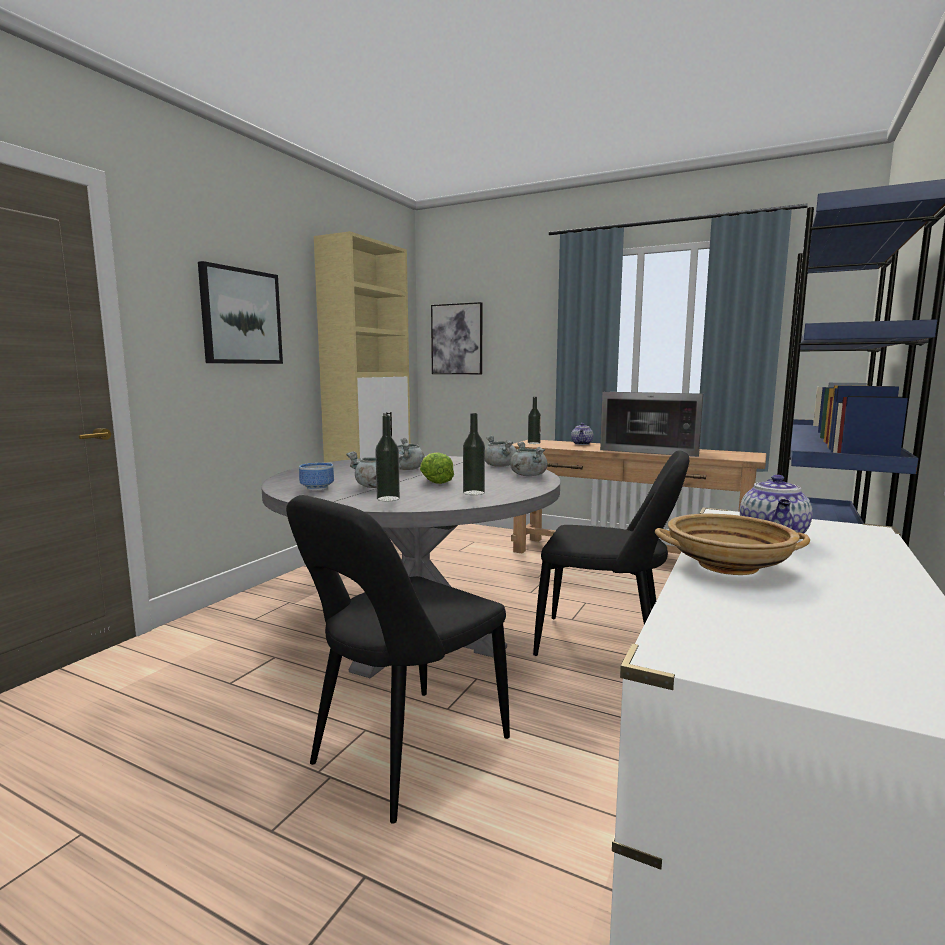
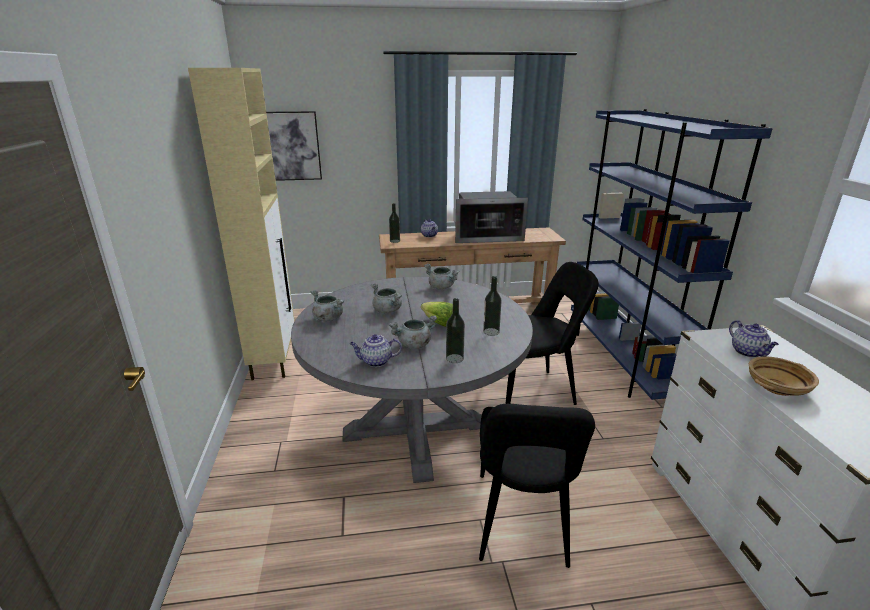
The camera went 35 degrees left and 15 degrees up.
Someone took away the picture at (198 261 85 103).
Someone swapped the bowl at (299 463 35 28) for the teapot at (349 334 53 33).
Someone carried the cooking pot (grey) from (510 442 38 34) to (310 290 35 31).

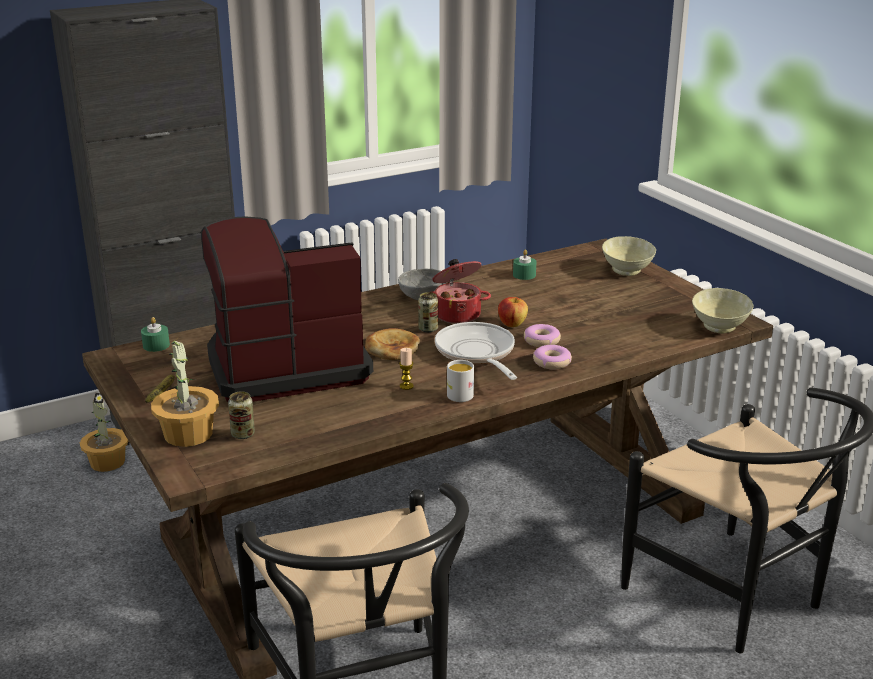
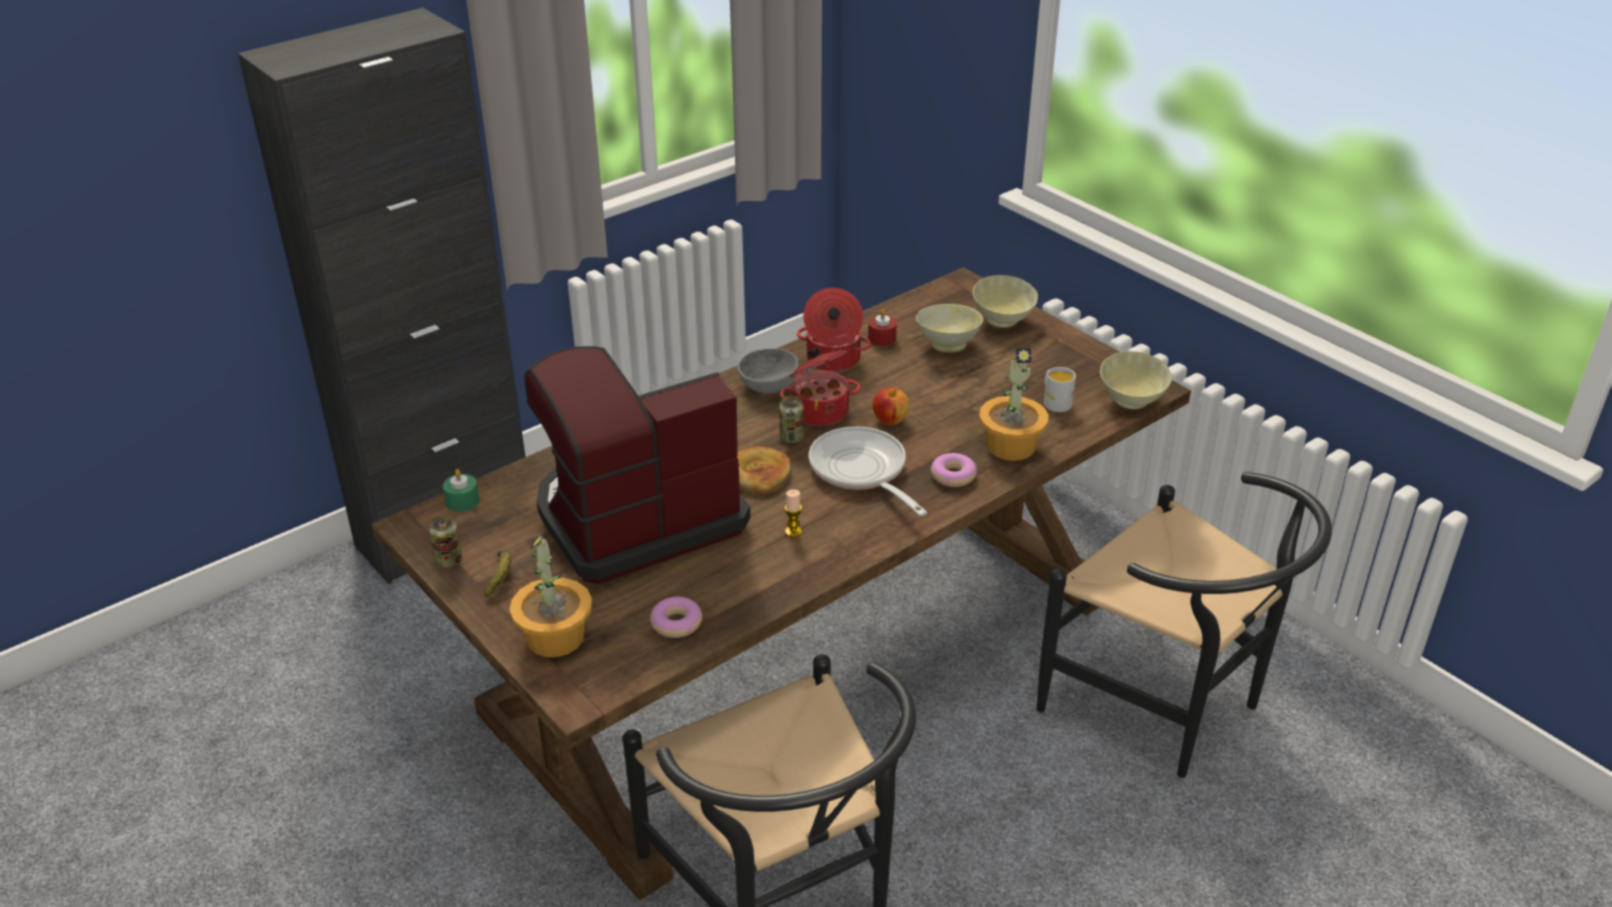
The camera went 10 degrees left and 10 degrees up.
Someone carried the potted plant from (80 393 49 79) to (979 348 70 113).
Someone carried the can from (228 391 27 48) to (429 515 33 53).
Someone carried the mug (white) from (447 360 27 42) to (1044 367 32 45).
Someone repainted the candle (green) at (513 250 23 30), which became the candle (red) at (868 309 29 37).
Someone carried the donut from (524 324 37 23) to (650 597 52 41).
Someone put down the cooking pot at (797 288 74 84).
Someone put down the bowl (beige) at (916 304 67 49).

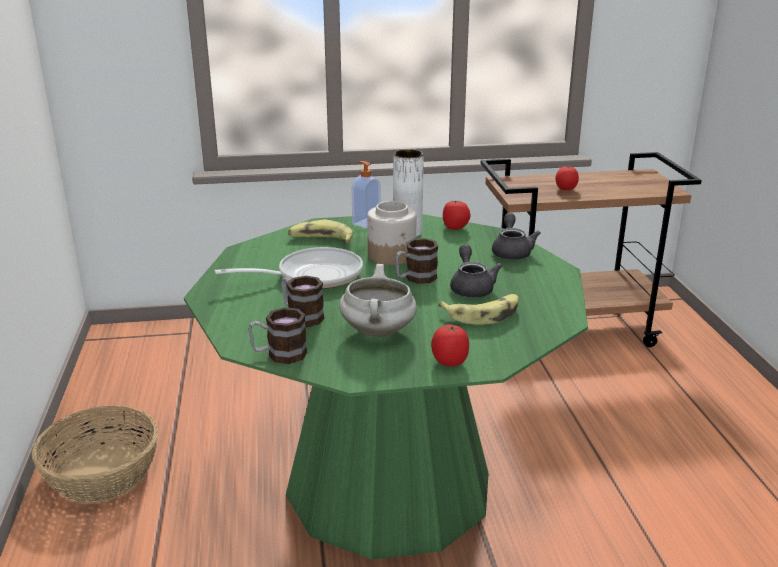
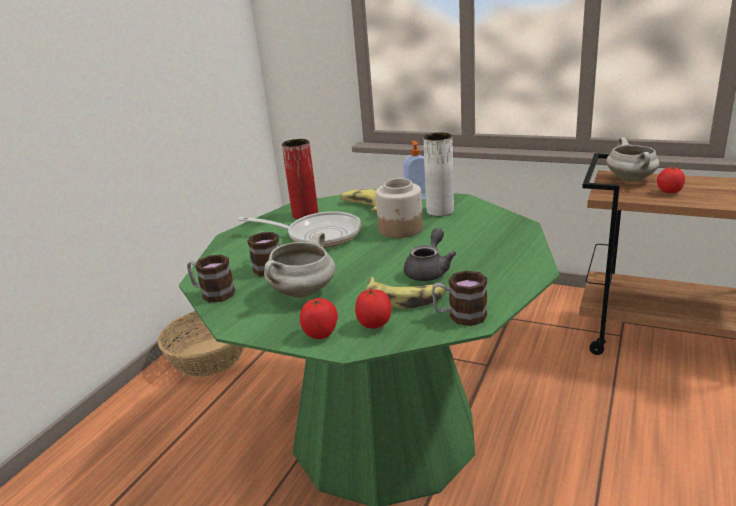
The camera went 35 degrees right and 0 degrees up.
Someone carried the mug from (395 238 43 46) to (432 271 55 55).
Someone carried the tomato from (443 201 28 29) to (355 288 36 41).
Someone took away the teapot (grey) at (492 213 49 47).
Someone put down the vase (red) at (282 139 36 80).
Someone put down the cooking pot (white) at (606 138 53 44).

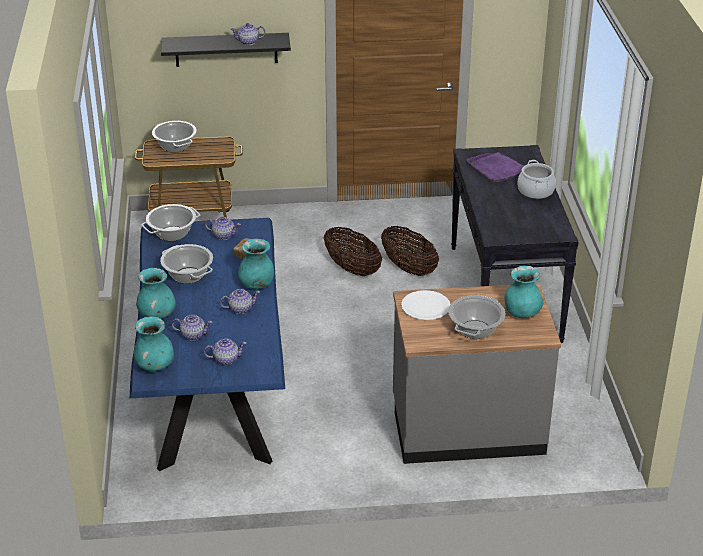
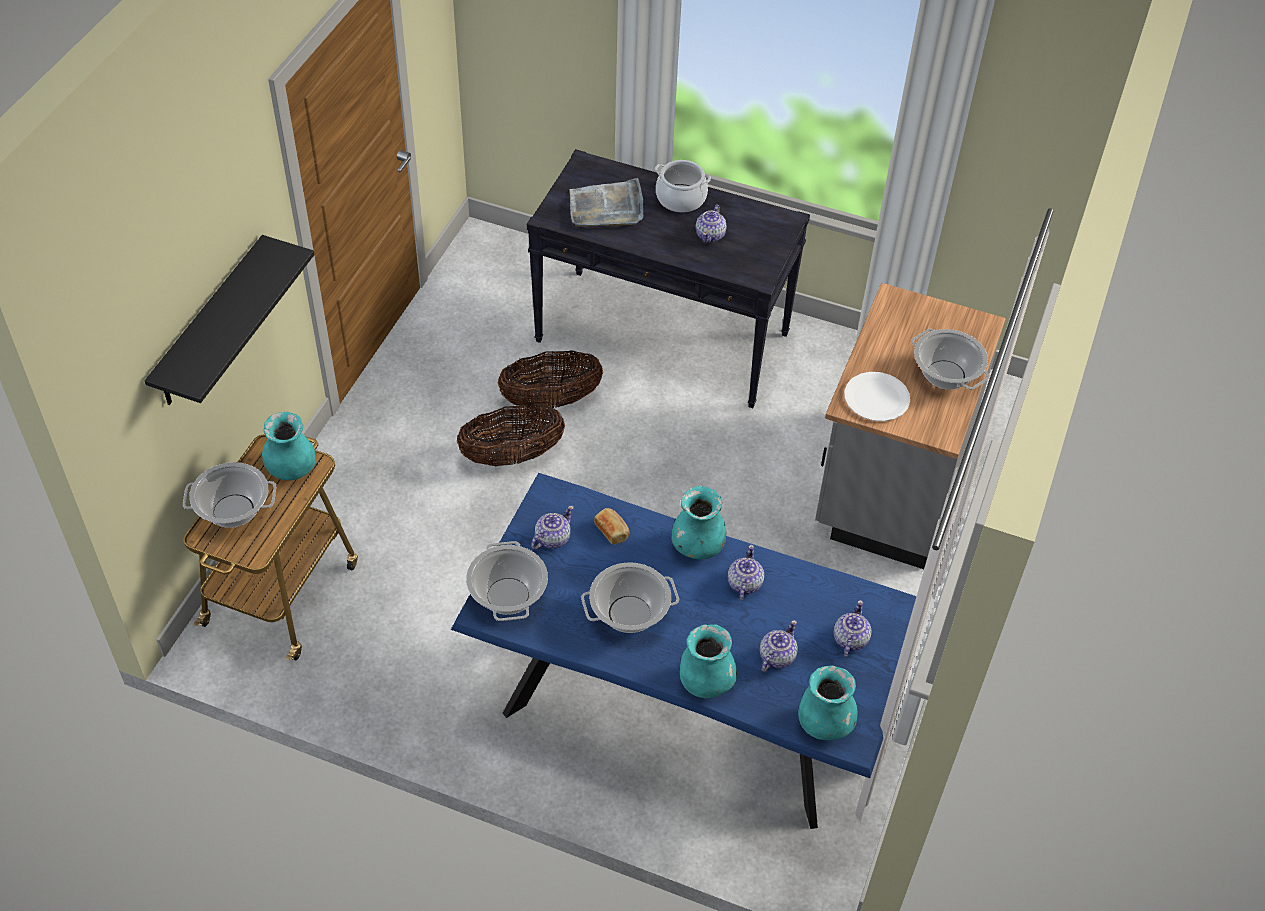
The camera went 65 degrees left and 15 degrees up.
Someone carried the teapot from (230 23 35 22) to (695 204 32 39).
Someone repainted the tray (purple) at (467 152 57 30), which became the tray (grey) at (570 178 73 49).
Someone carried the vase (turquoise) from (505 266 38 52) to (262 412 54 68).

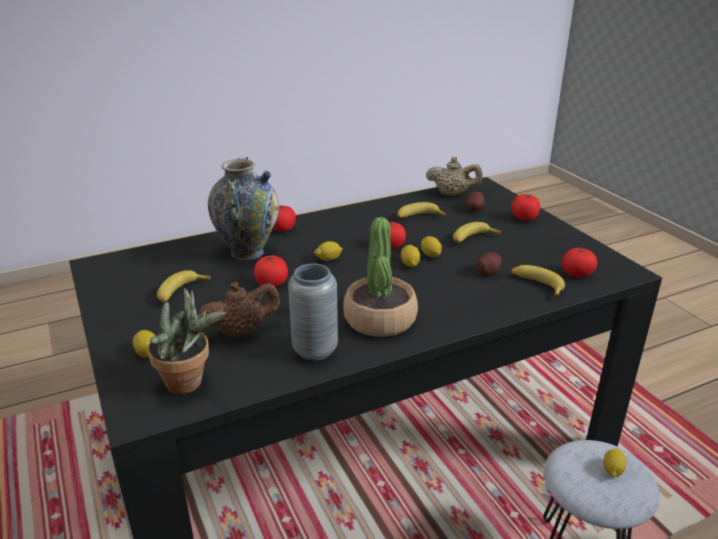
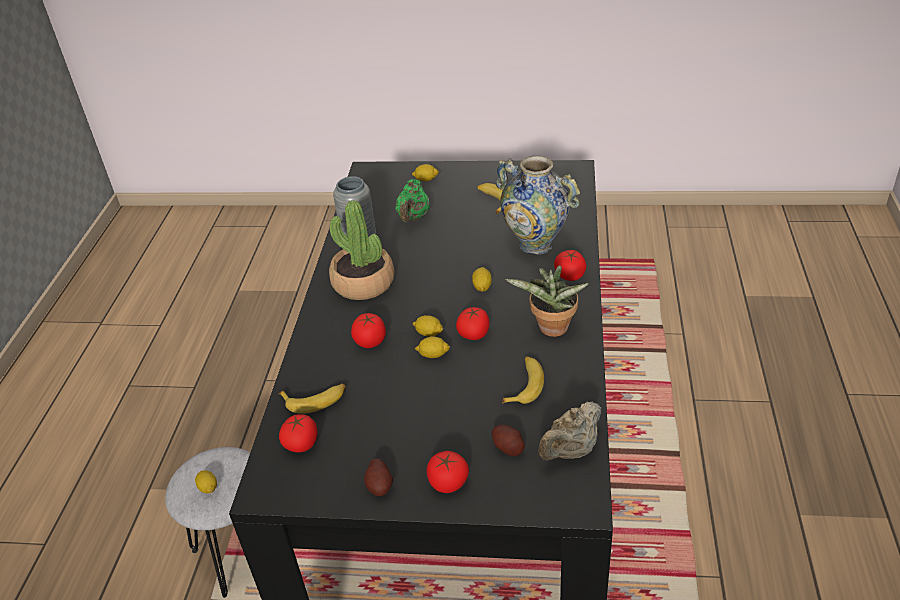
The camera went 125 degrees right and 10 degrees up.
Someone carried the potted plant from (148 287 78 107) to (505 265 83 72).
Someone repainted the teapot (brown) at (198 282 82 56), which became the teapot (green) at (395 179 35 43).
Someone carried the tomato from (254 255 34 32) to (351 313 35 35).
Someone took away the banana at (453 222 49 21).
Someone carried the potato from (477 252 25 24) to (364 459 29 37).

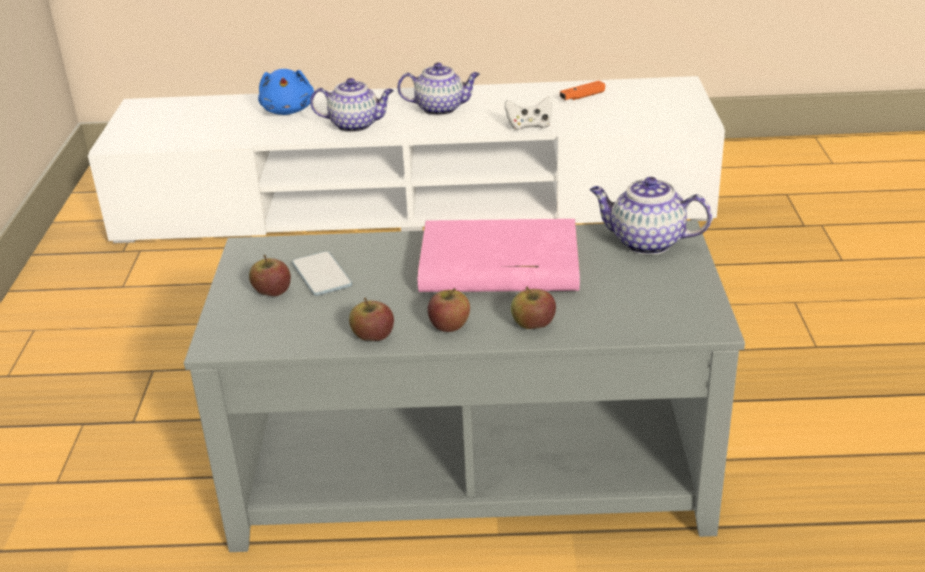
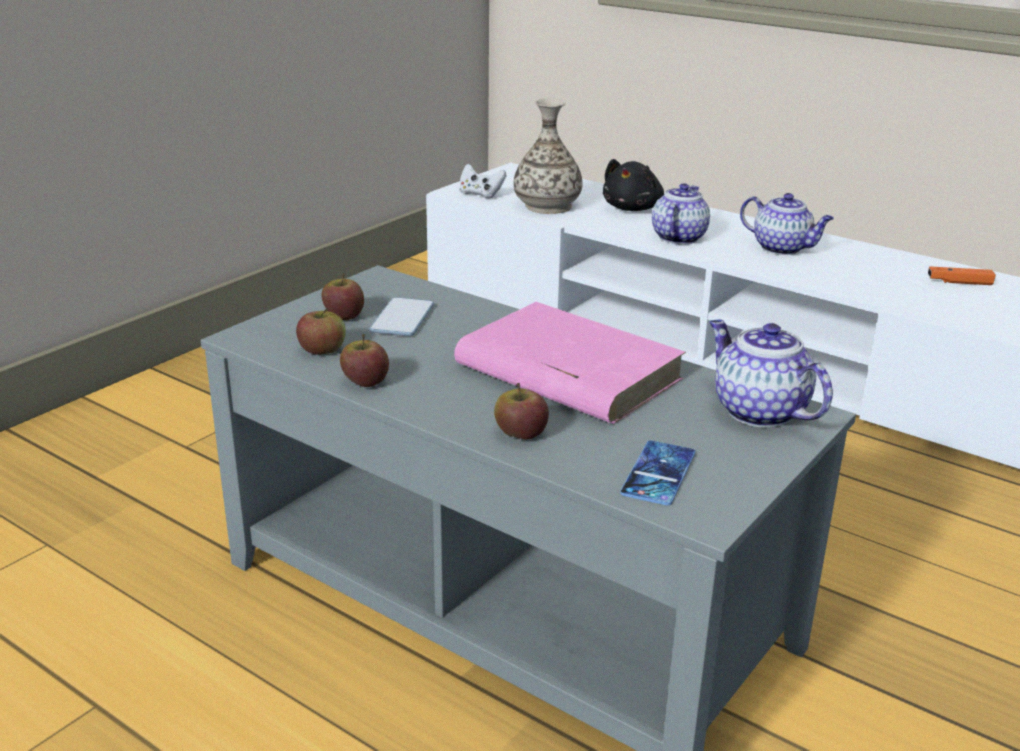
The camera went 35 degrees right and 5 degrees down.
Someone repainted the plush toy (blue) at (258 69 56 46), which became the plush toy (black) at (603 159 61 52).
Someone rotated the teapot at (310 78 84 54) by 105 degrees counterclockwise.
Someone carried the apple from (428 288 42 44) to (296 309 50 46).
Someone carried the game controller (white) from (505 96 47 34) to (459 164 47 35).
Someone put down the vase at (514 98 69 116).
Someone put down the phone at (620 440 75 65).

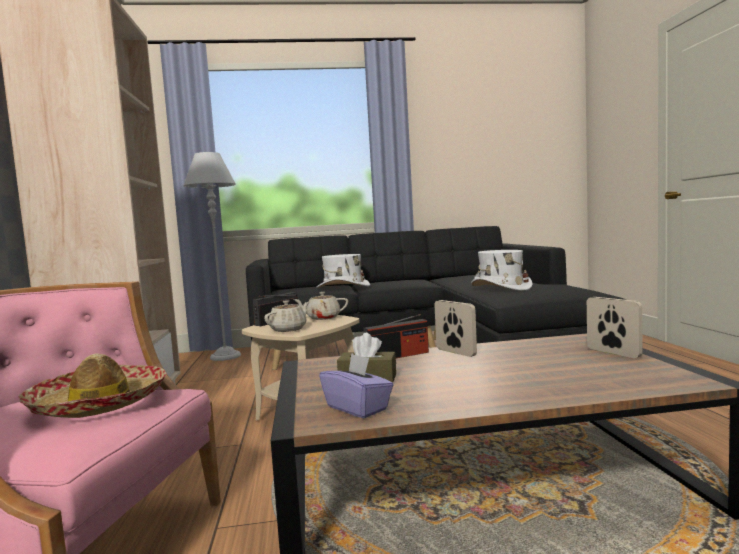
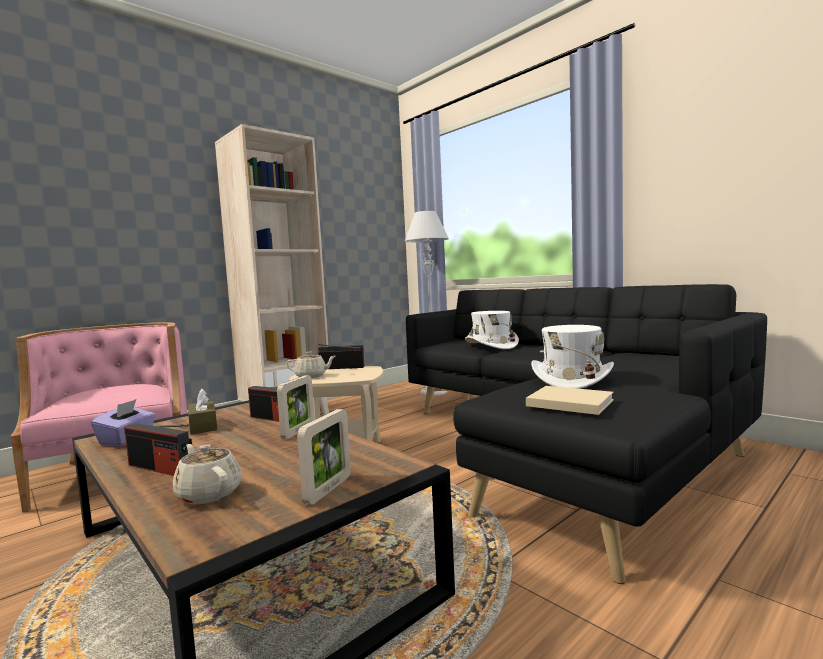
The camera went 55 degrees right and 0 degrees up.
Someone took away the hat at (18 353 149 65).
Someone carried the teapot (beige) from (294 292 54 28) to (172 444 70 60).
Someone put down the radio at (124 423 68 53).
Someone put down the book (beige) at (526 386 88 29).

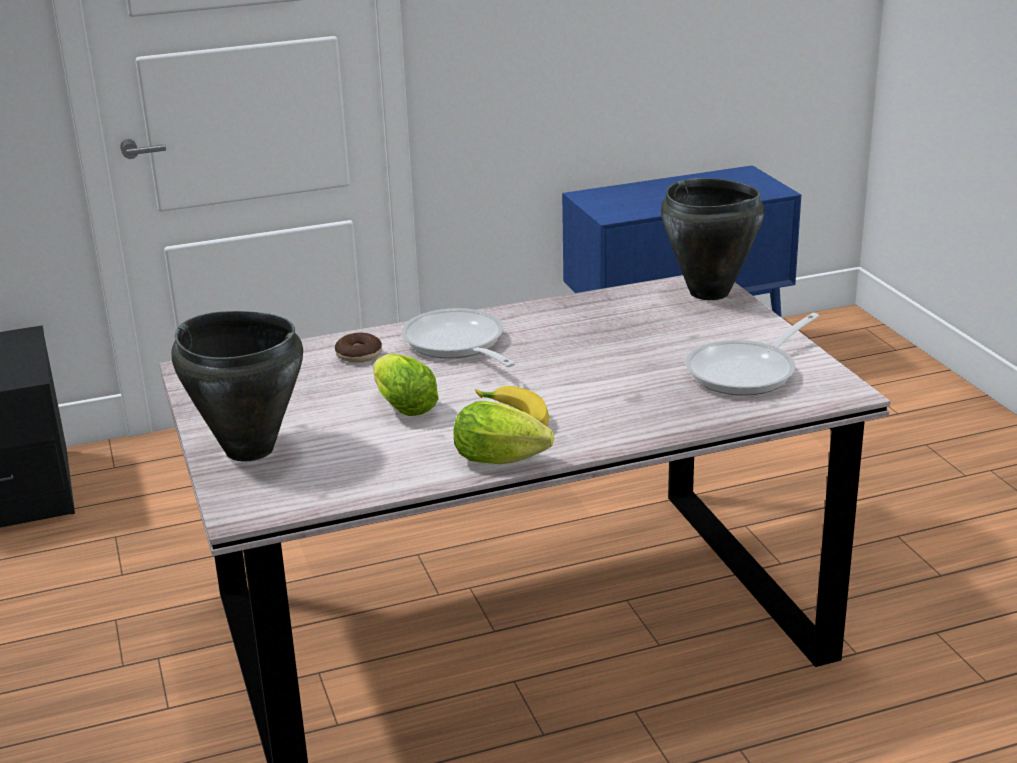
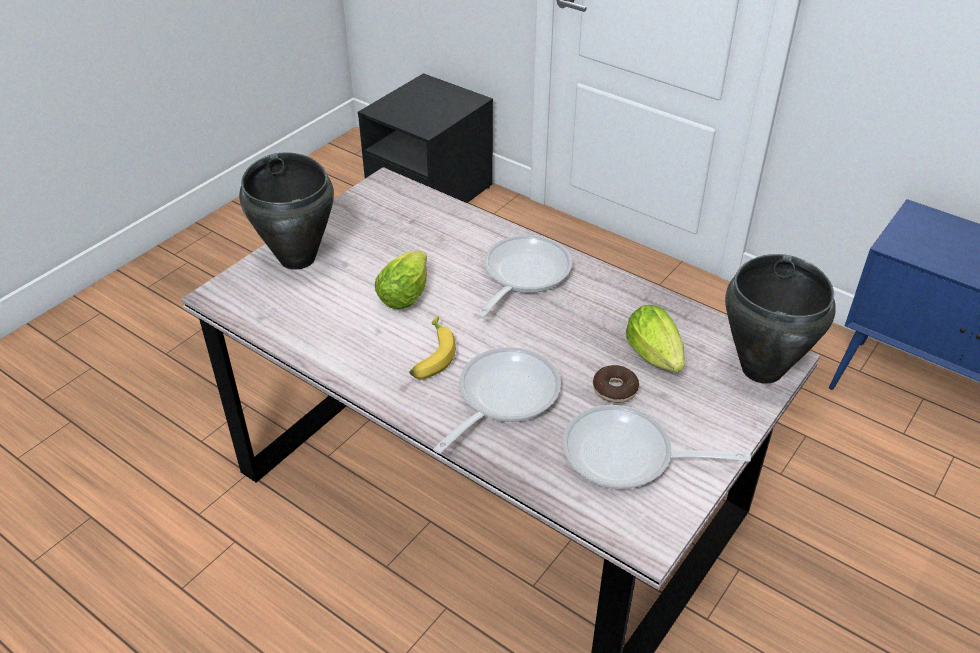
The camera went 55 degrees right and 15 degrees up.
Someone carried the donut from (335 333 47 30) to (593 365 46 38).
Someone carried the lettuce from (453 401 101 63) to (626 305 59 67).
Someone put down the frying pan at (433 347 128 107).

